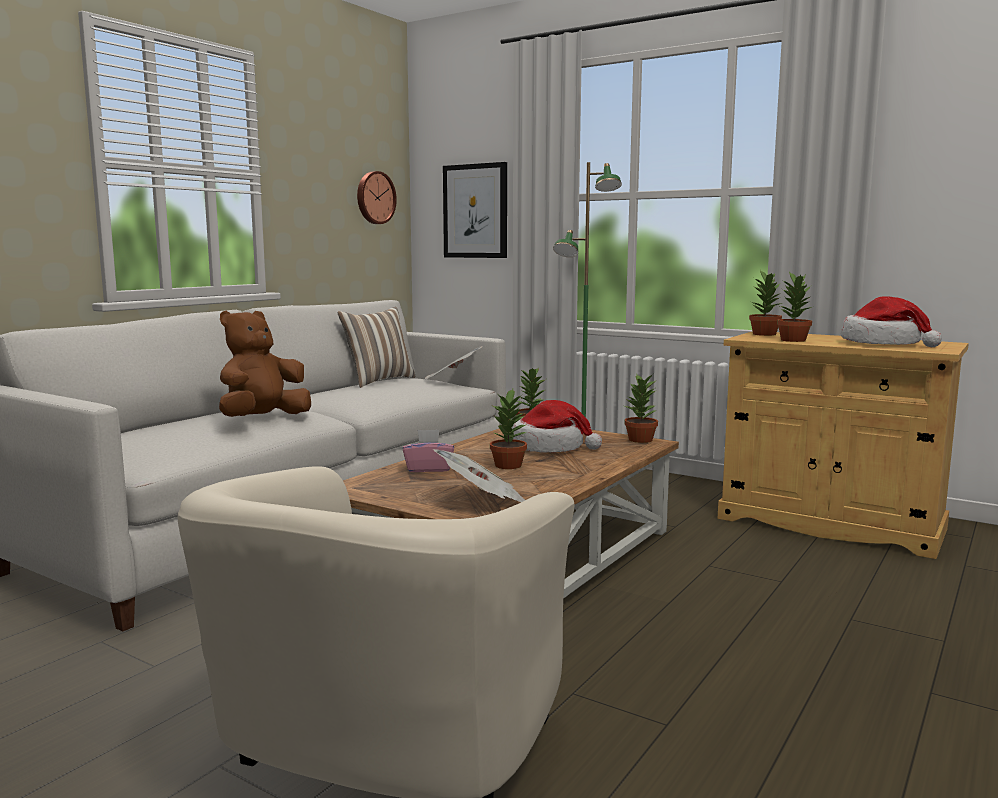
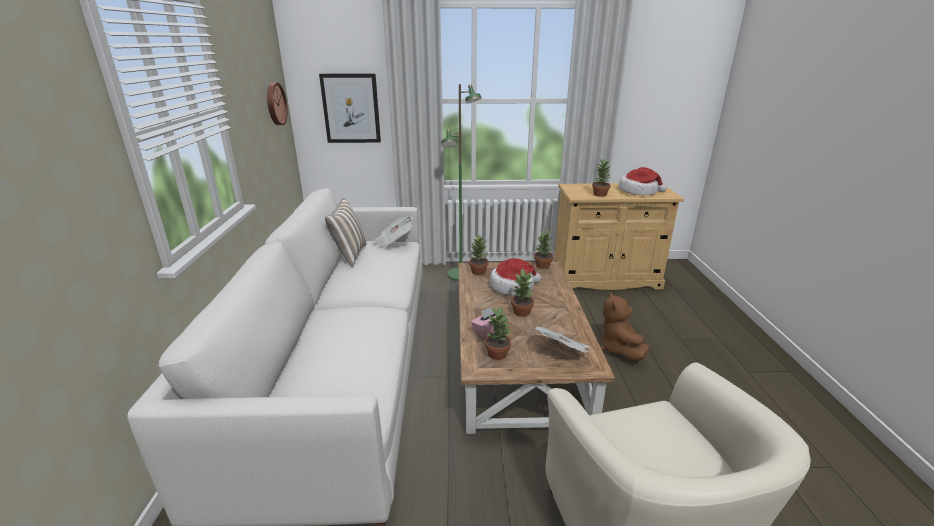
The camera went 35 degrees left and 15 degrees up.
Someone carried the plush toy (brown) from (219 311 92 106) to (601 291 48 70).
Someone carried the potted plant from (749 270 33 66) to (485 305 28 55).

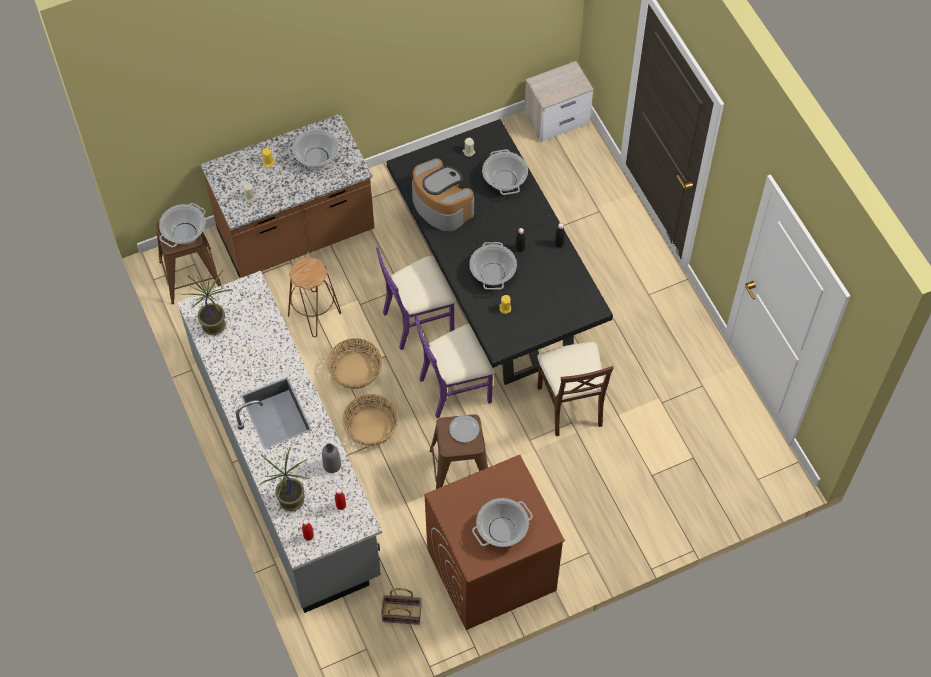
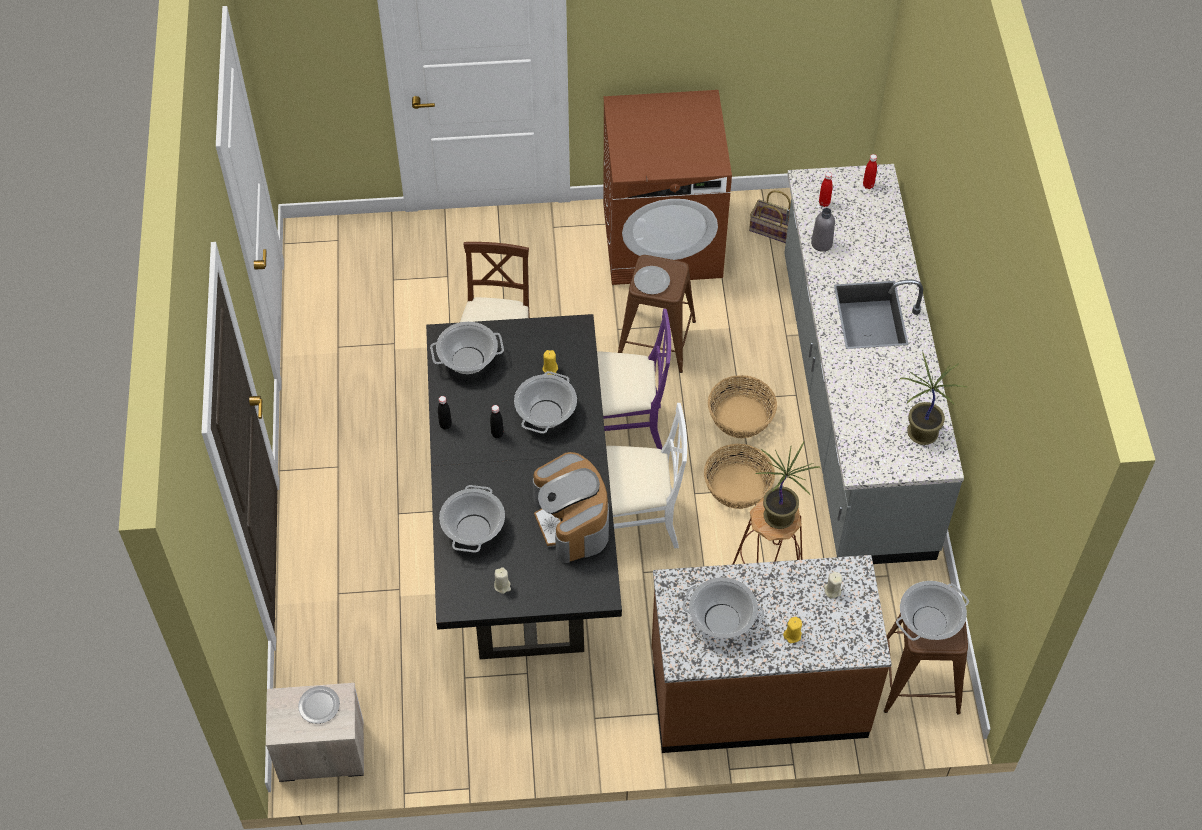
The camera went 160 degrees left and 5 degrees down.
Someone carried the potted plant from (260 447 49 64) to (755 442 66 87).
Someone repainted the chair (purple) at (376 247 80 103), which became the chair (white) at (606 403 81 145).
Someone carried the cooking pot from (472 498 61 49) to (430 322 74 52).
Someone put down the plate at (298 686 42 38).

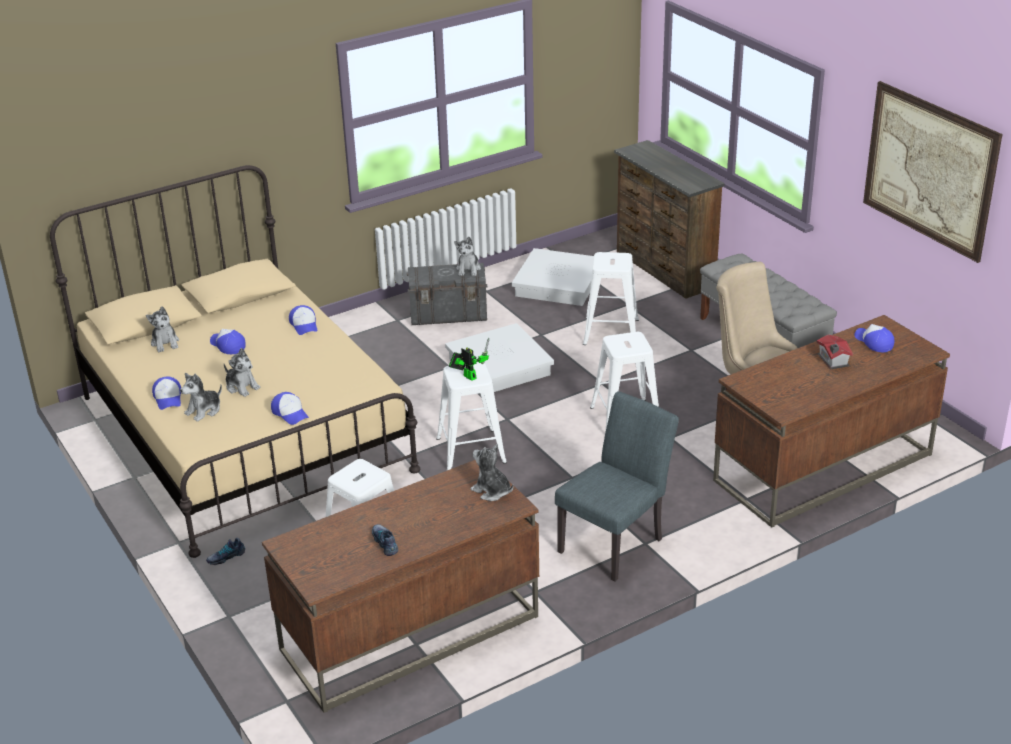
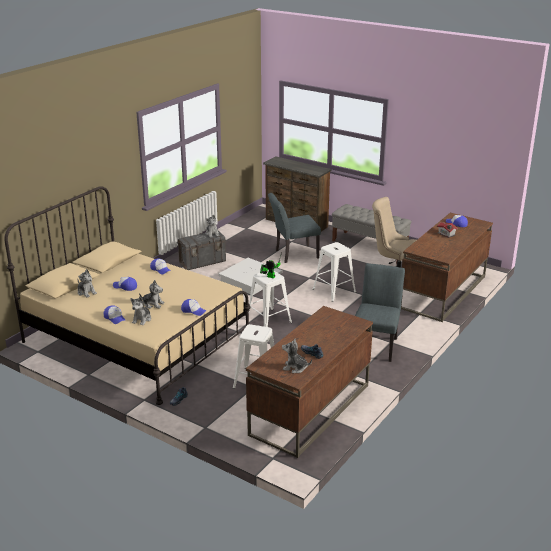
The camera went 25 degrees left and 5 degrees down.
Someone carried the plush toy from (470 444 44 57) to (282 339 30 34).
Someone took away the storage box (white) at (512 248 82 58).
Someone swapped the stool (white) at (583 252 56 93) for the chair (grey) at (268 193 53 70).
Someone took away the picture at (863 81 139 182).

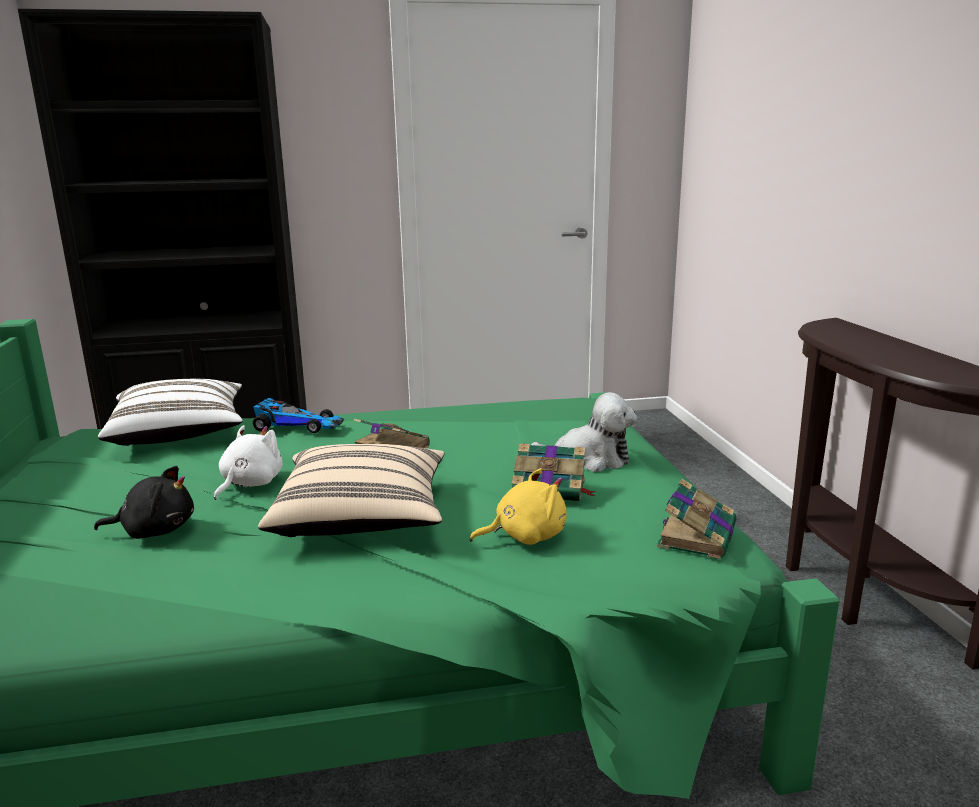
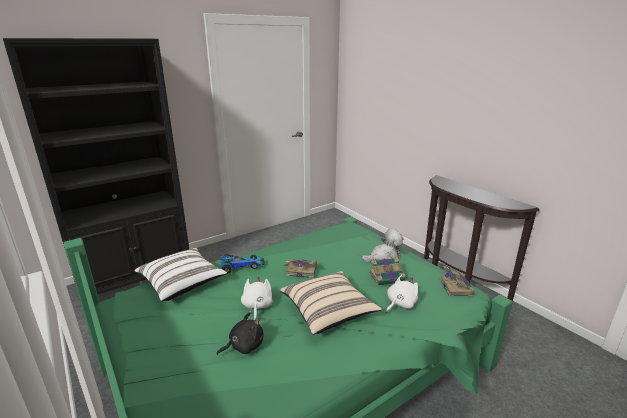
The camera went 25 degrees left and 5 degrees up.
Someone repainted the plush toy (yellow) at (470 468 96 77), which became the plush toy (white) at (386 275 32 38).

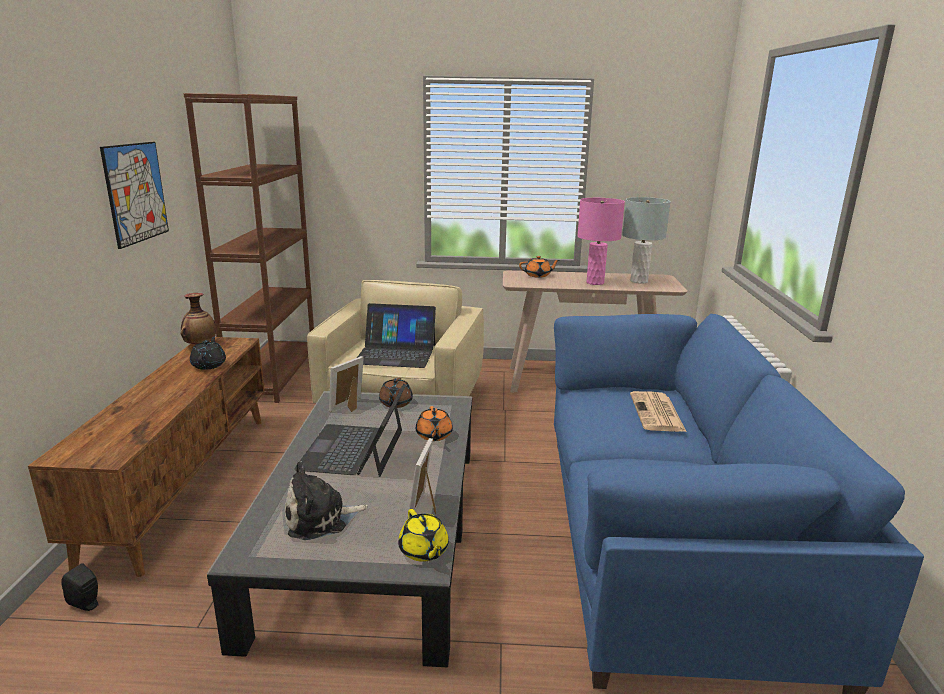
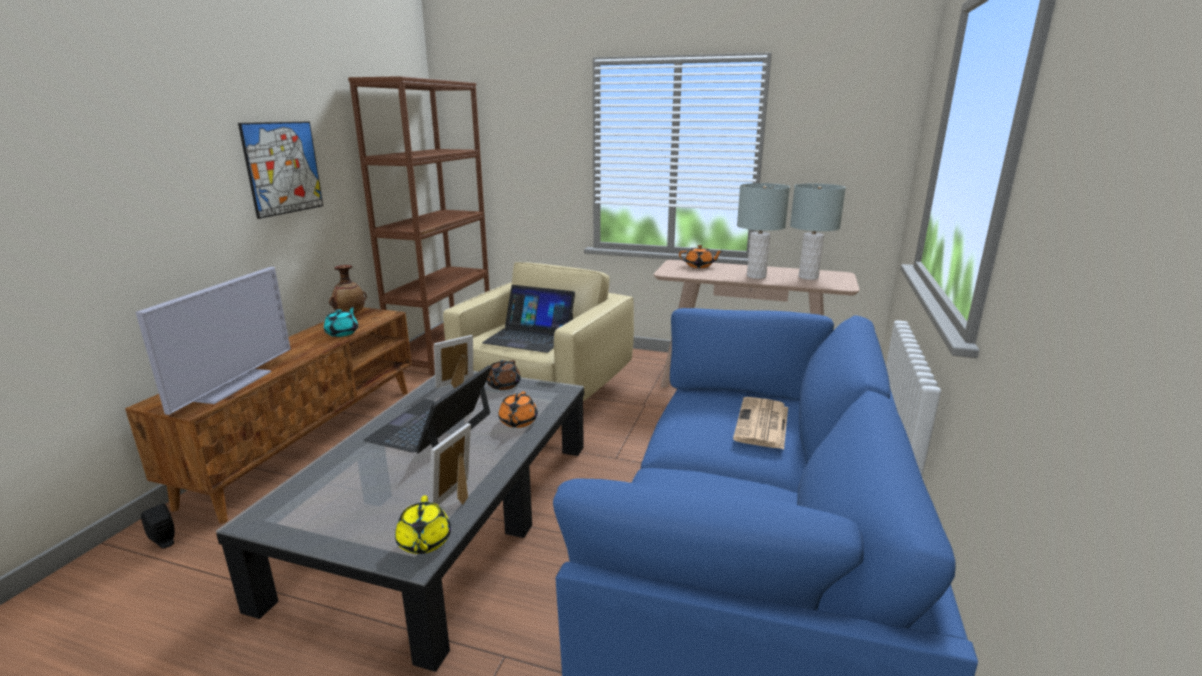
The camera went 15 degrees right and 0 degrees up.
Someone repainted the teapot (black) at (190 337 36 33), which became the teapot (turquoise) at (324 307 34 30).
Someone took away the plush toy at (285 461 83 79).
Someone repainted the table lamp (pink) at (578 198 47 87), which became the table lamp (grey) at (737 183 53 96).
Someone put down the television at (136 267 155 148).

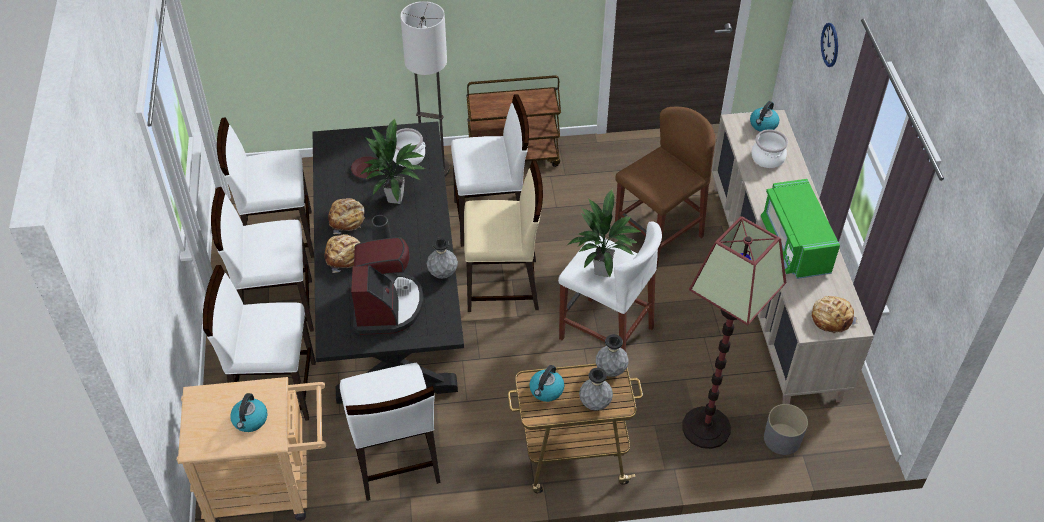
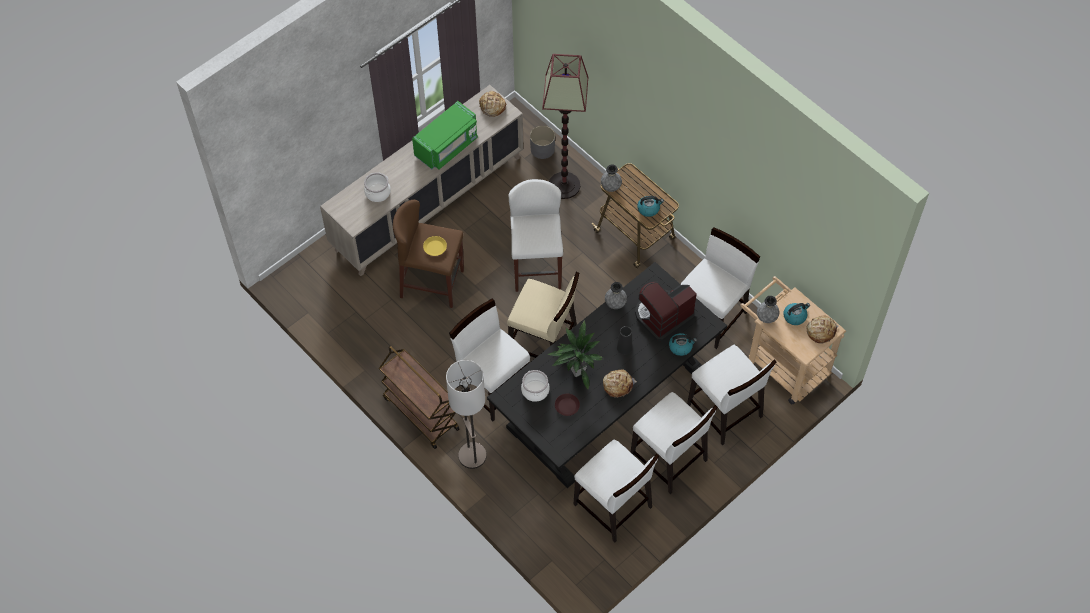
The camera went 125 degrees left and 10 degrees up.
Someone carried the bread from (325 234 35 39) to (806 315 33 29).
Someone rotated the chair (beige) at (464 160 79 152) by 150 degrees clockwise.
Someone took away the potted plant at (566 189 76 88).
Someone carried the vase (grey) from (579 368 34 43) to (757 296 23 27).
Someone carried the kettle from (750 101 29 31) to (669 333 28 23).
Someone took away the wall clock at (821 23 17 44).
Someone put down the plate (yellow) at (423 236 24 20).

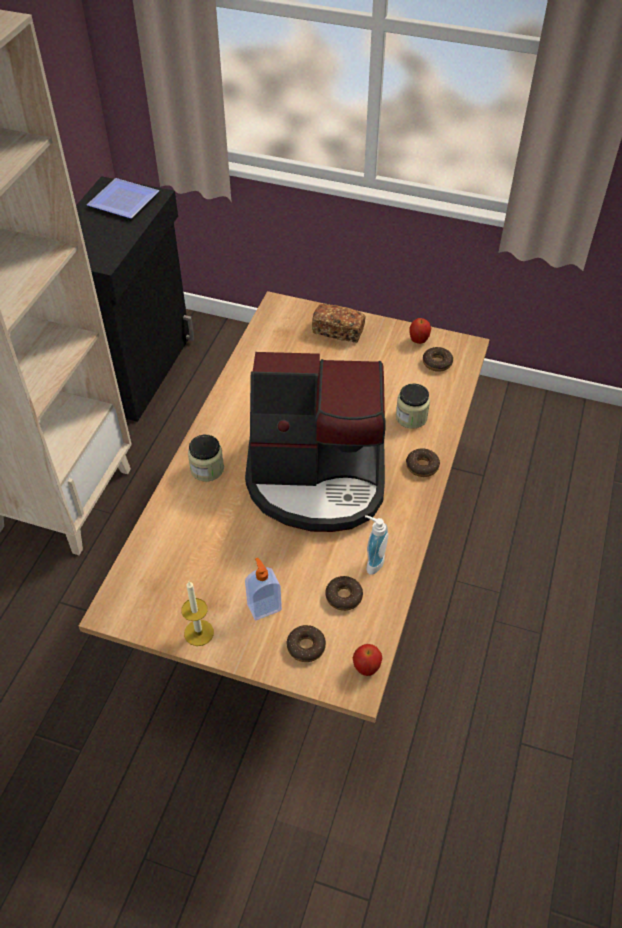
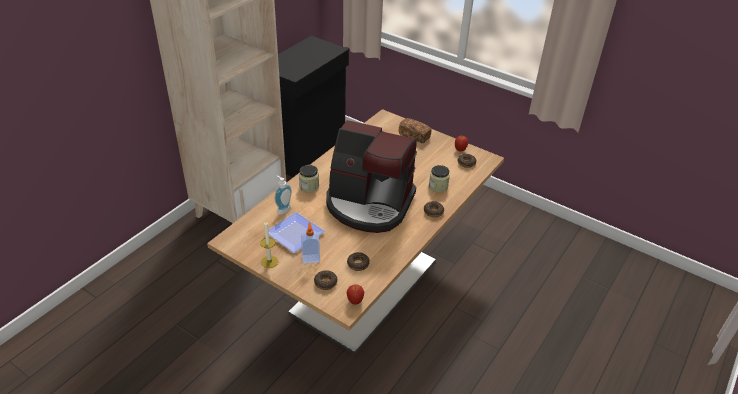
The camera went 15 degrees right and 10 degrees down.
Someone carried the plate from (87 178 72 41) to (268 212 57 41).
Someone carried the soap dispenser from (365 515 23 60) to (275 175 17 40).

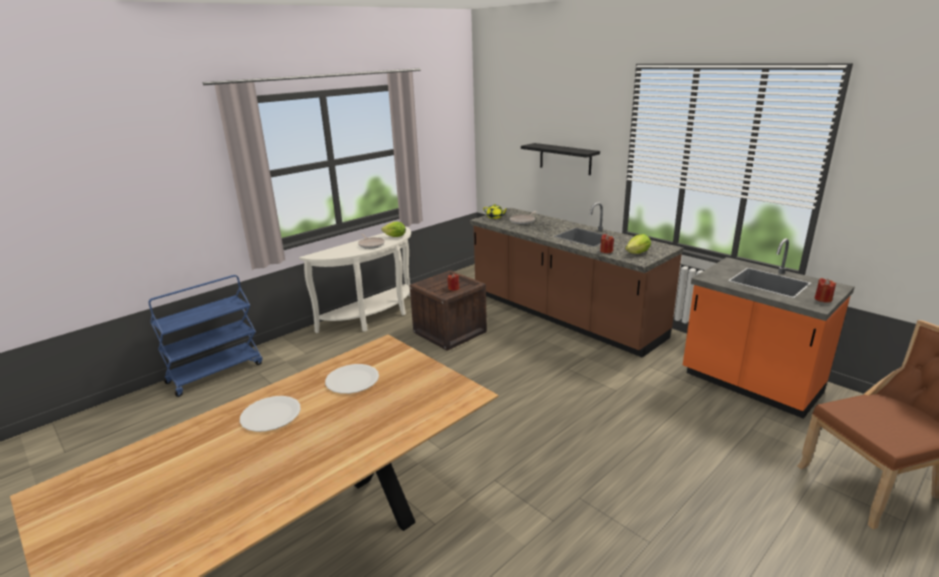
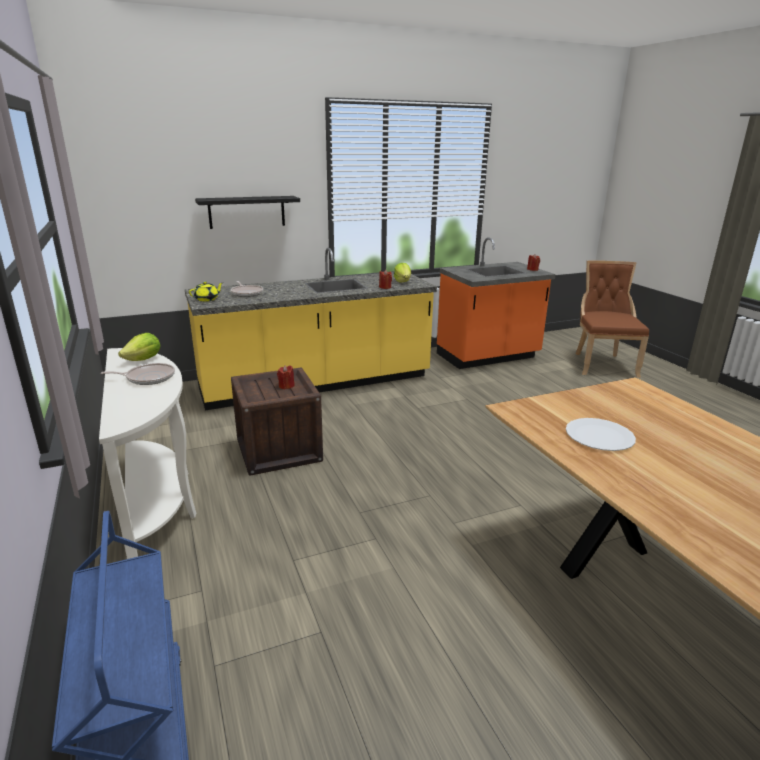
The camera went 70 degrees left and 0 degrees up.
Someone took away the plate (white) at (240 396 61 36).
Someone repainted the counter (brown) at (470 202 213 156), which became the counter (yellow) at (185 248 252 162).

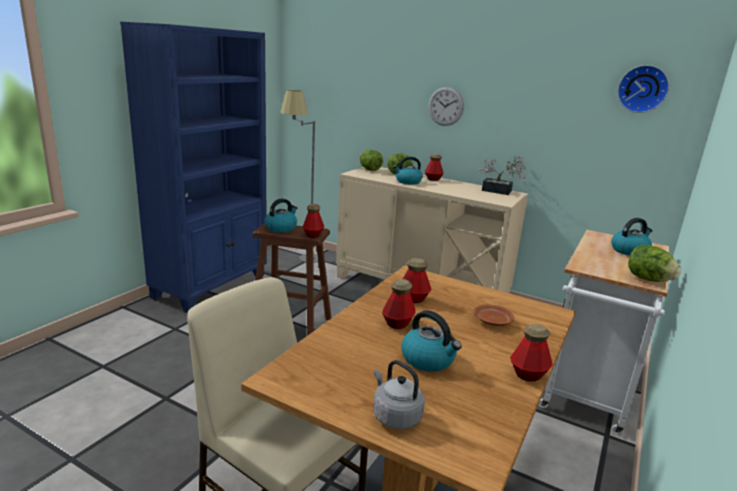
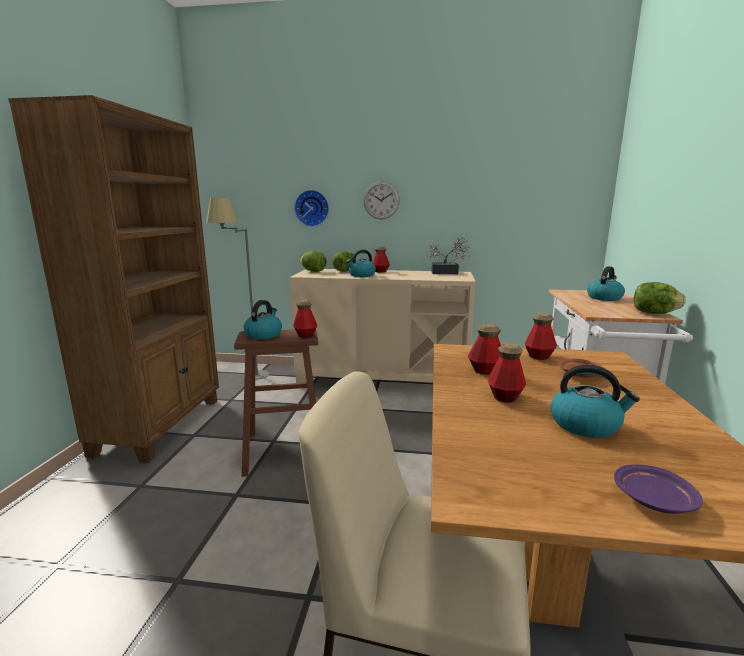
The camera went 20 degrees left and 5 degrees down.
Someone repainted the bookcase (blue) at (120 22 147 291), which became the bookcase (brown) at (8 95 211 368).
Someone swapped the kettle (grey) at (373 360 52 69) for the plate (purple) at (614 464 89 50).
Someone carried the bottle from (510 324 43 57) to (525 313 32 47).
Someone carried the wall clock from (617 65 52 48) to (294 190 35 37).

